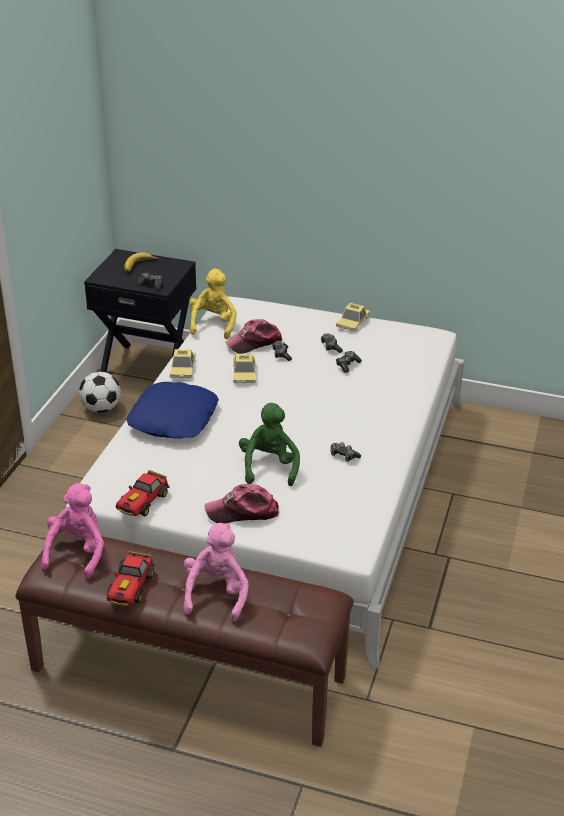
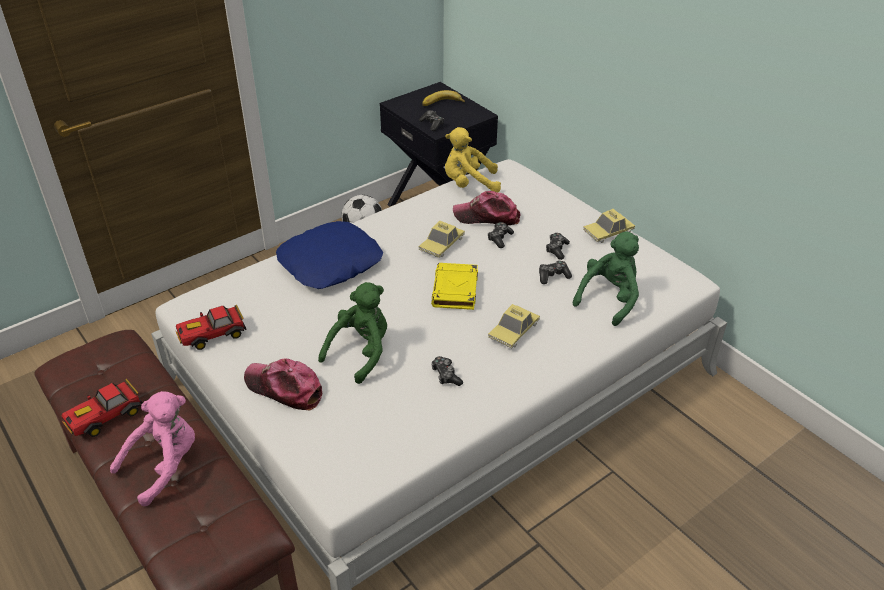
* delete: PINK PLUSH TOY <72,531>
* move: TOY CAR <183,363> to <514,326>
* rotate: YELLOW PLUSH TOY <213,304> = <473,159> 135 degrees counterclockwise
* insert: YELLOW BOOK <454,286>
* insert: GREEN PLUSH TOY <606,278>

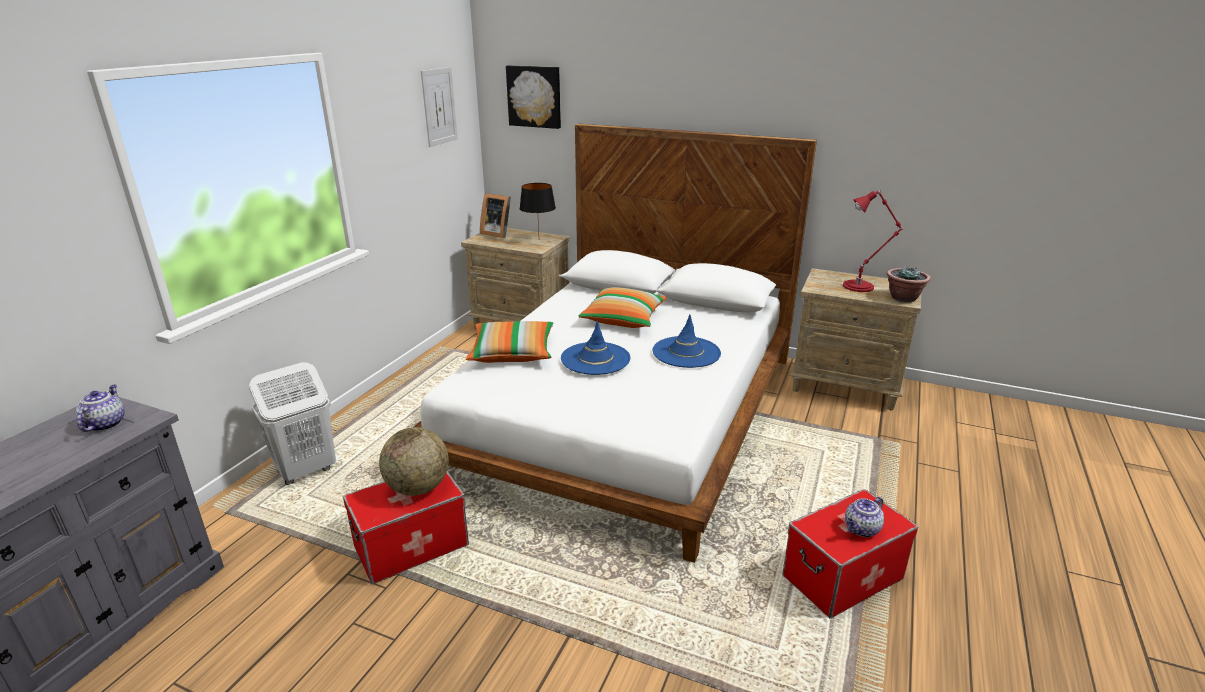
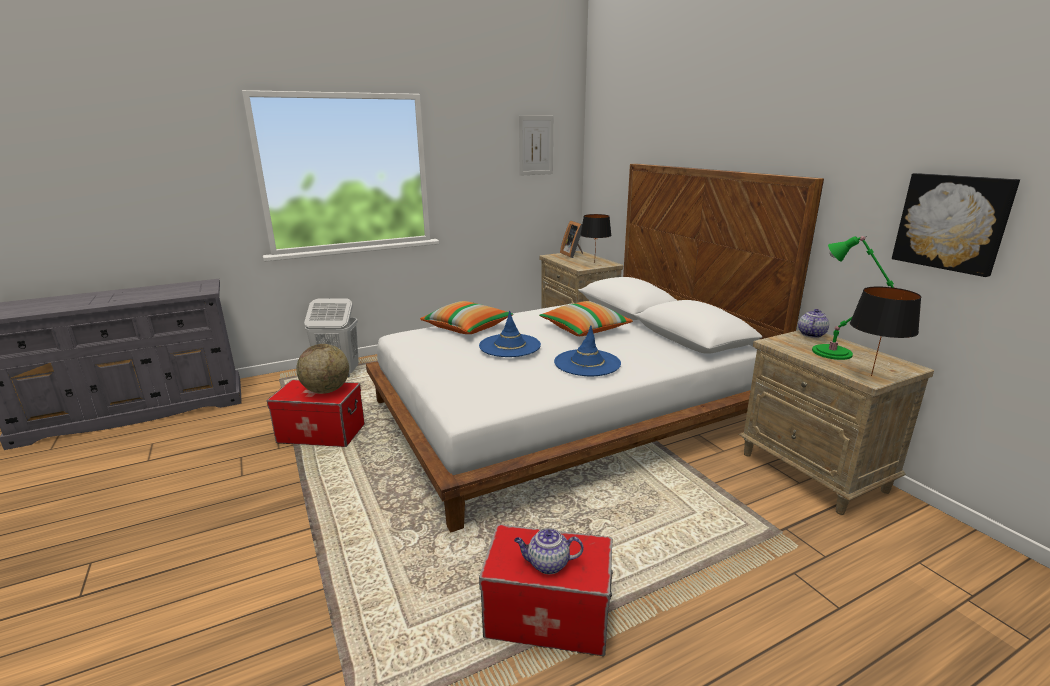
* move: TEAPOT <100,408> to <813,323>
* move: PICTURE <533,97> to <956,225>
* recolor: RED TABLE LAMP <873,241> to GREEN TABLE LAMP <854,298>
* replace: POTTED PLANT <909,284> to BLACK TABLE LAMP <886,331>

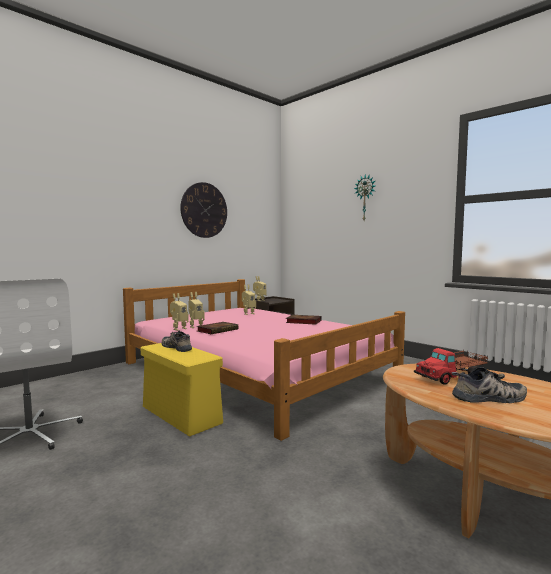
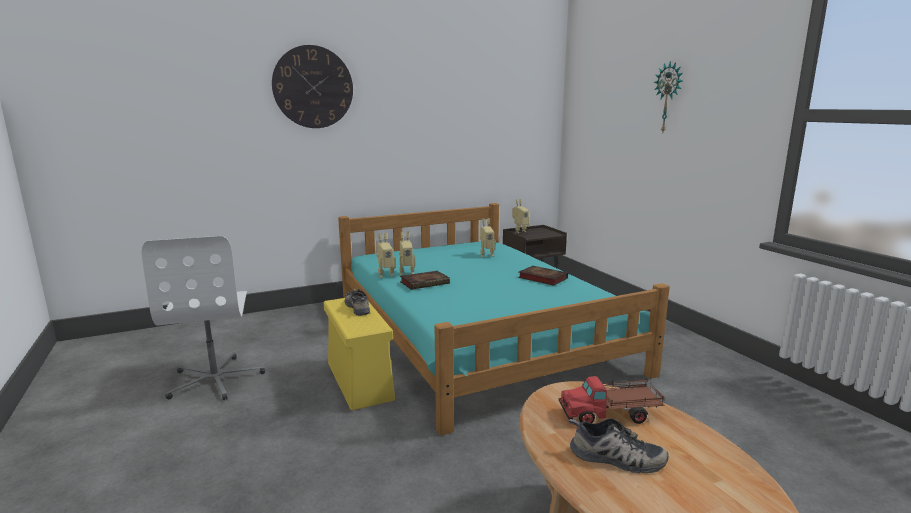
* recolor: PINK BED <264,360> to TURQUOISE BED <504,319>
* move: WALL CLOCK <203,210> to <312,86>

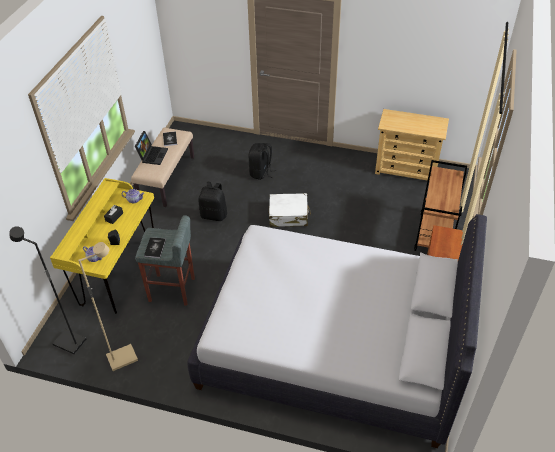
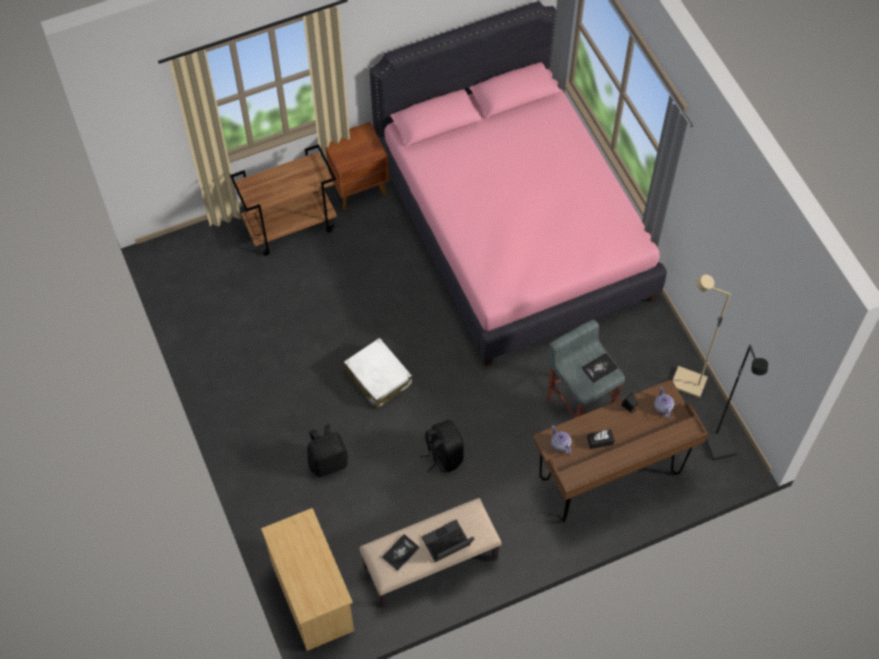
* recolor: YELLOW DESK <102,246> to BROWN DESK <620,451>
* recolor: WHITE BED <337,331> to PINK BED <518,183>
* move: BEIGE DRESSER <412,145> to <307,579>

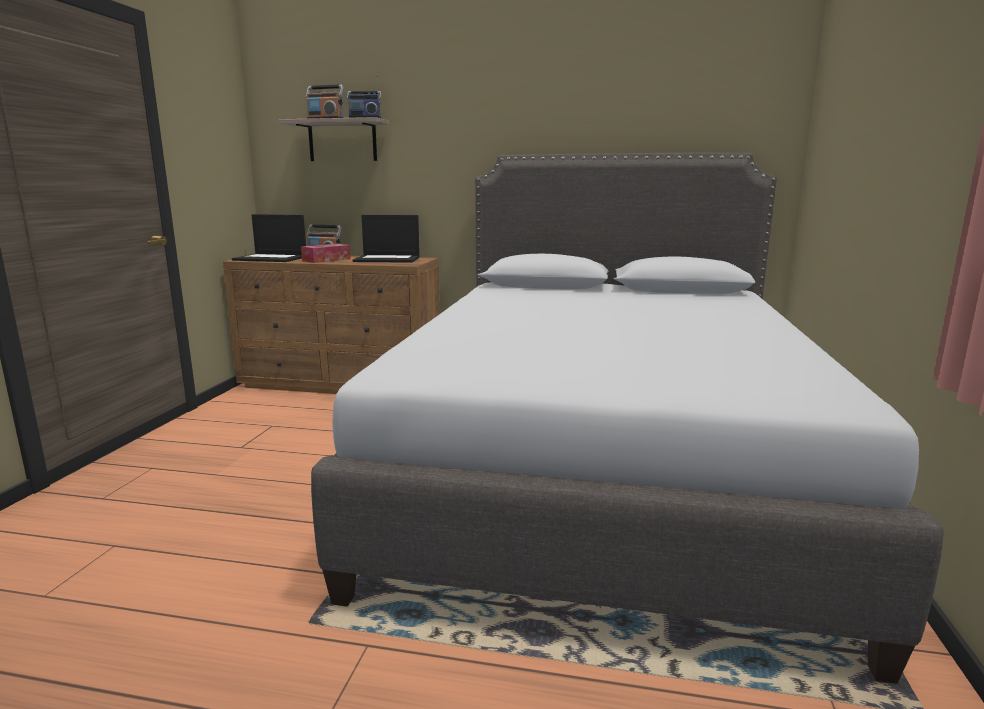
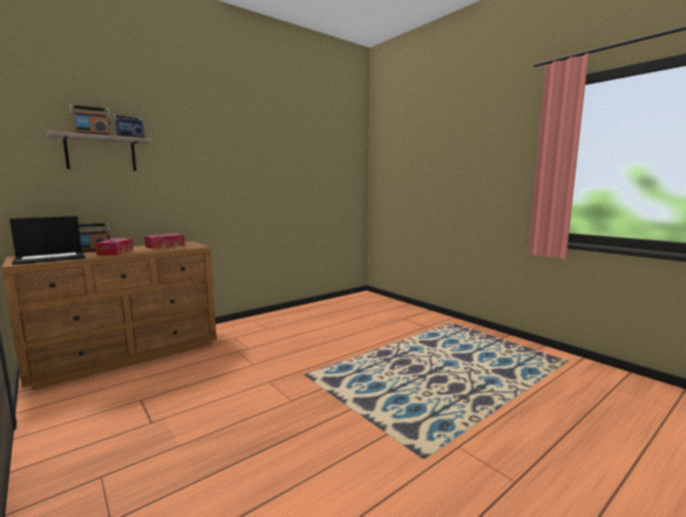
* delete: GREY BED <627,418>
* replace: LAPTOP <386,239> to TISSUE BOX <164,241>

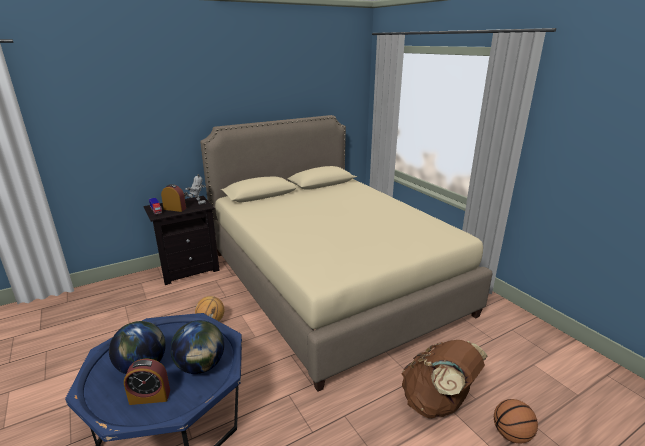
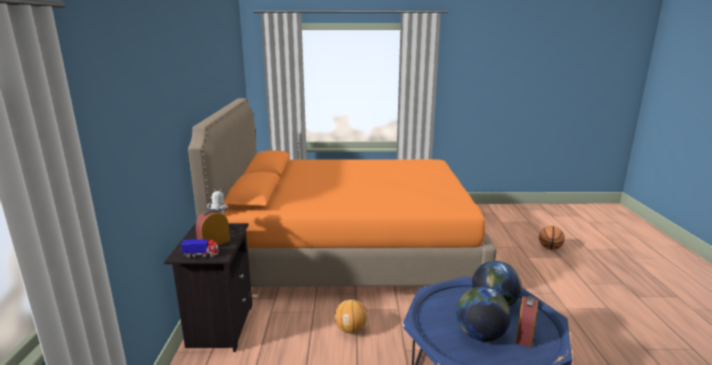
* recolor: BEIGE BED <346,253> to ORANGE BED <342,192>
* delete: BROWN BACKPACK <444,379>

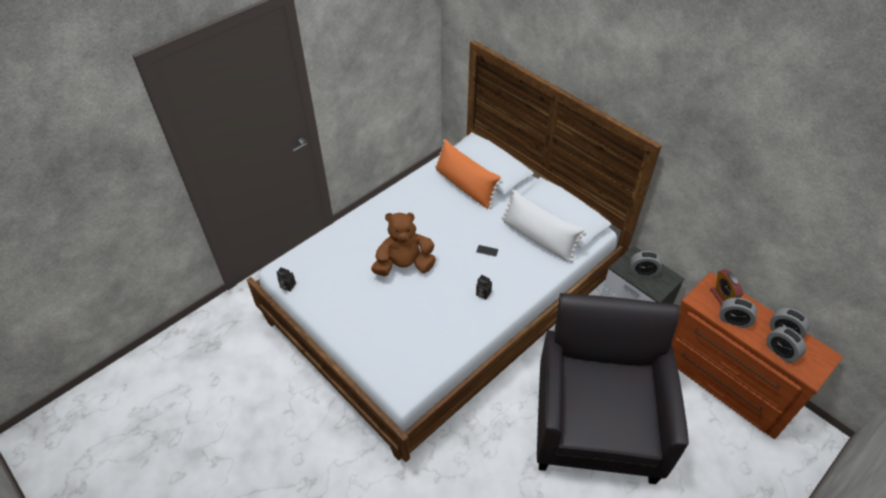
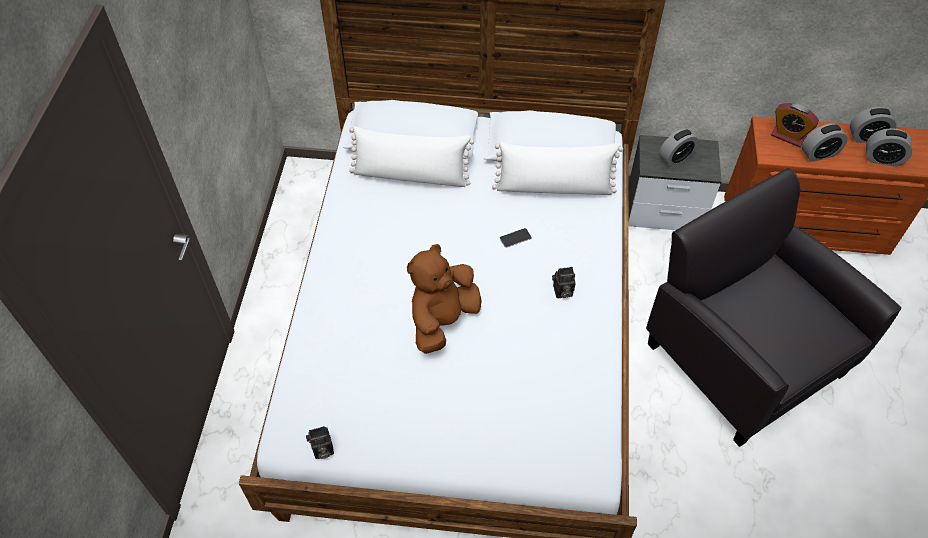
* recolor: ORANGE PILLOW <469,174> to WHITE PILLOW <411,156>

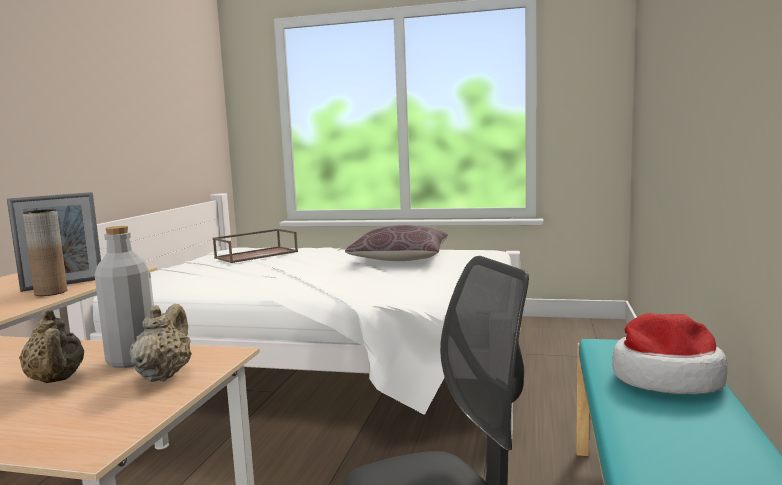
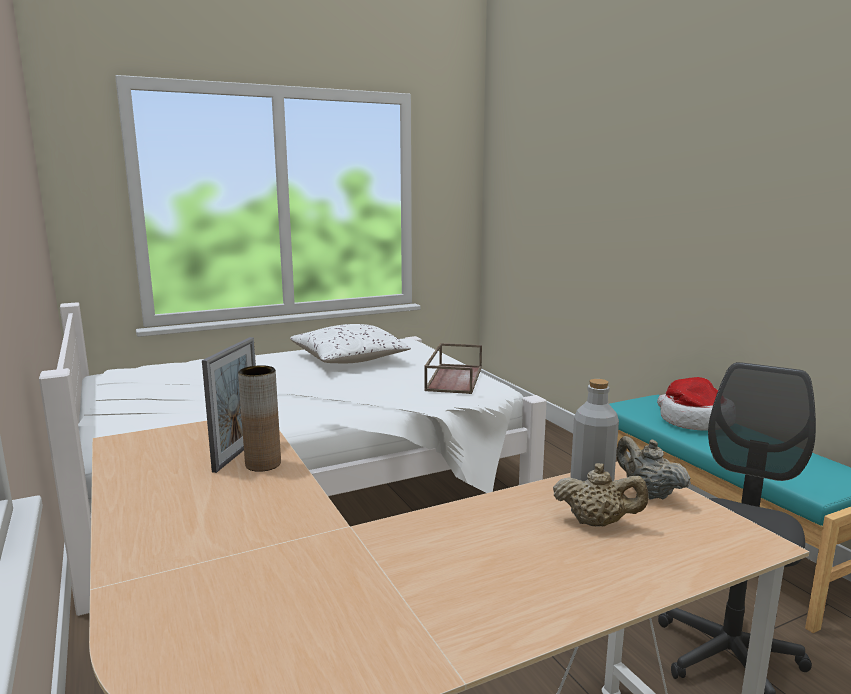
* move: BROWN TRAY <255,246> to <453,368>
* recolor: BROWN PILLOW <396,243> to WHITE PILLOW <350,343>

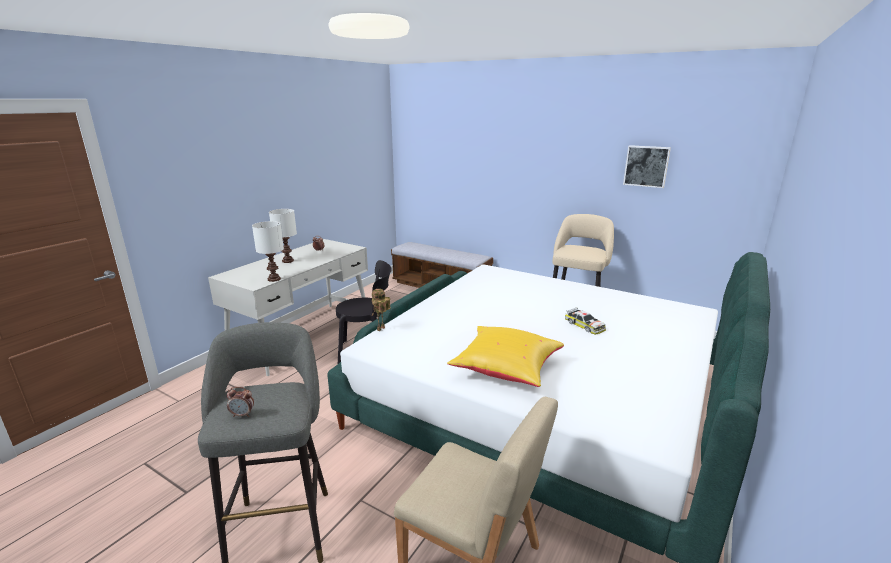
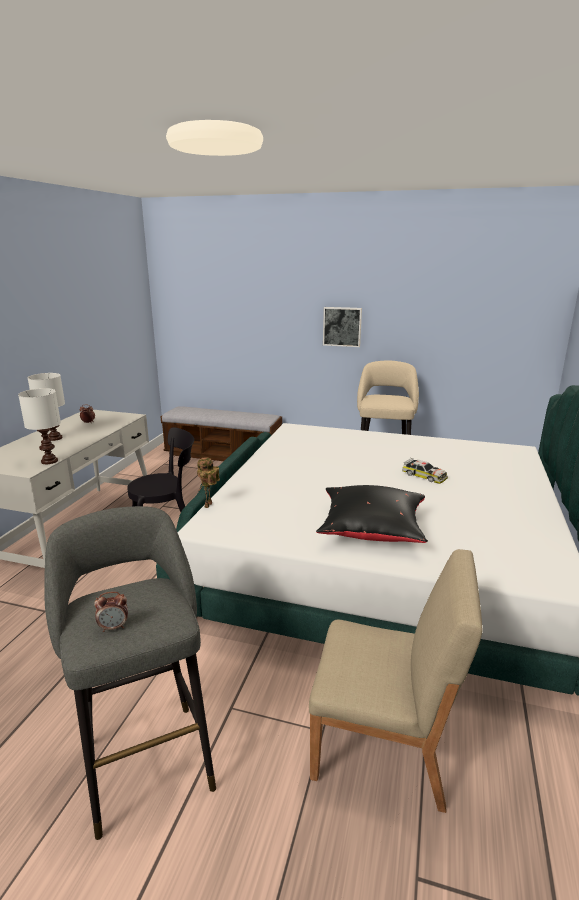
* recolor: YELLOW PILLOW <505,356> to BLACK PILLOW <372,514>
* move: PICTURE <647,166> to <342,327>

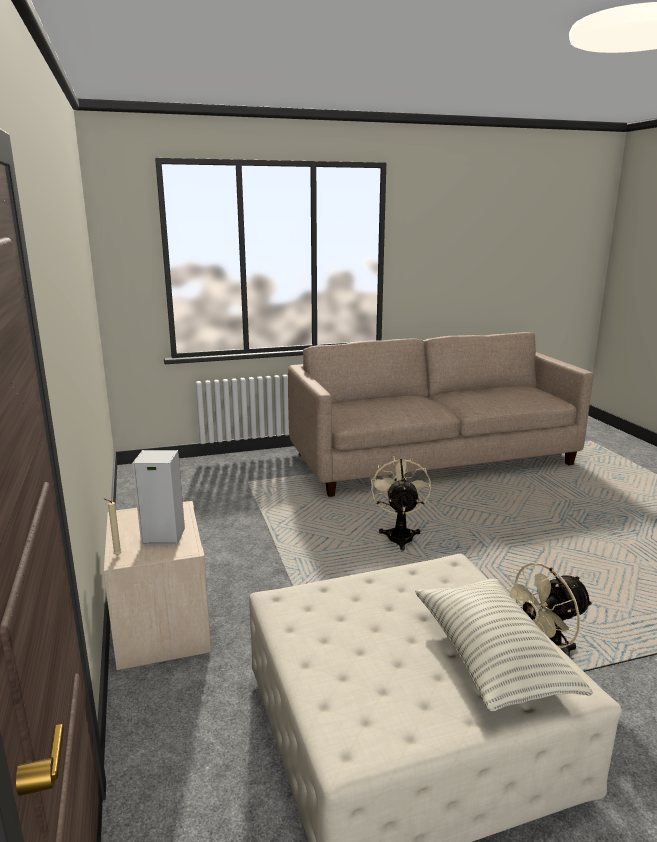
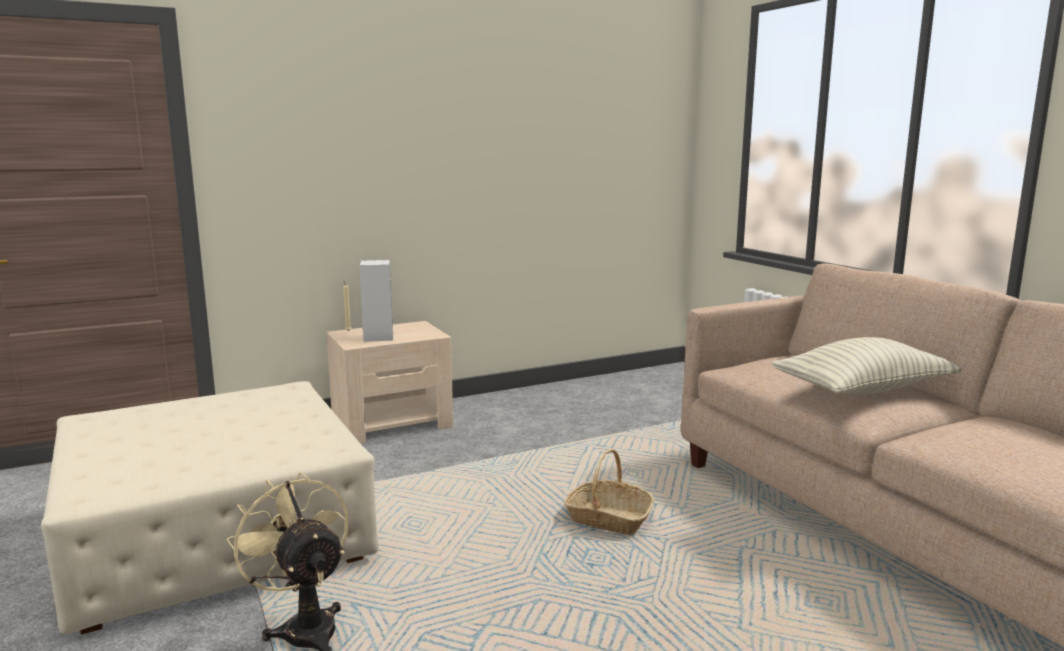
* replace: BEIGE FAN <401,504> to BASKET <609,492>
* move: PILLOW <504,645> to <866,366>

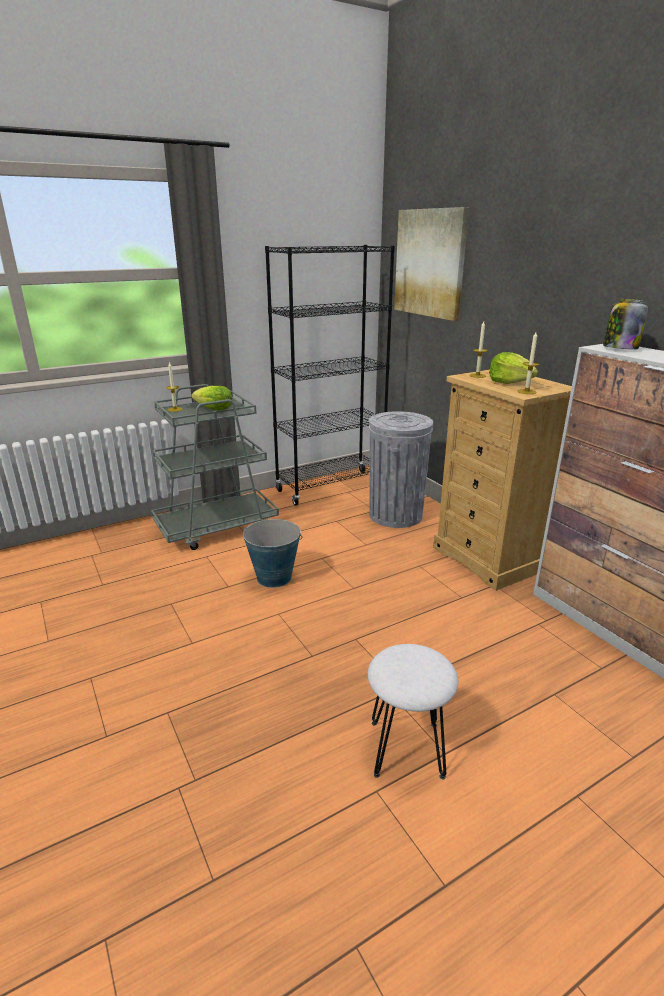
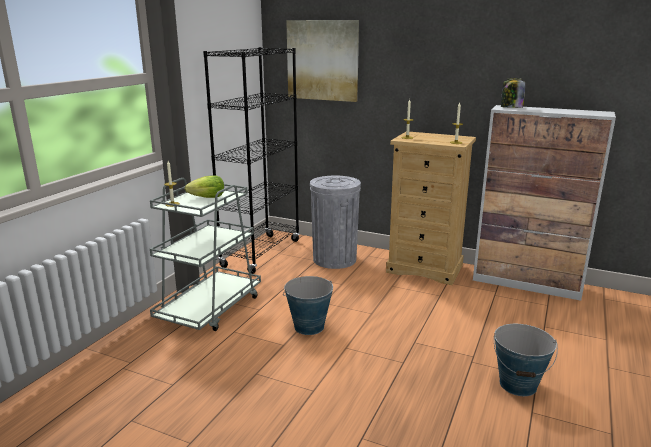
* replace: WHITE STOOL <413,711> to BUCKET <526,360>
* delete: LETTUCE <513,368>

